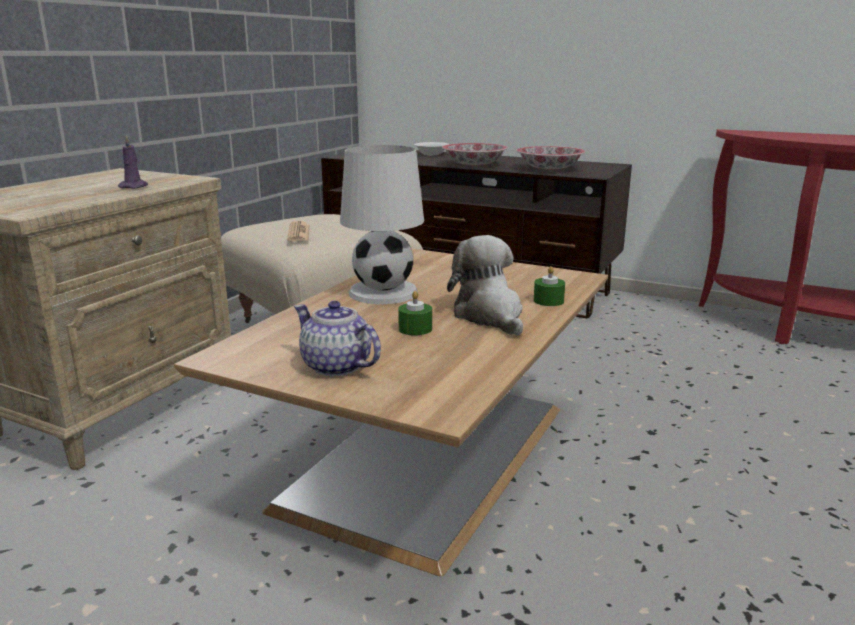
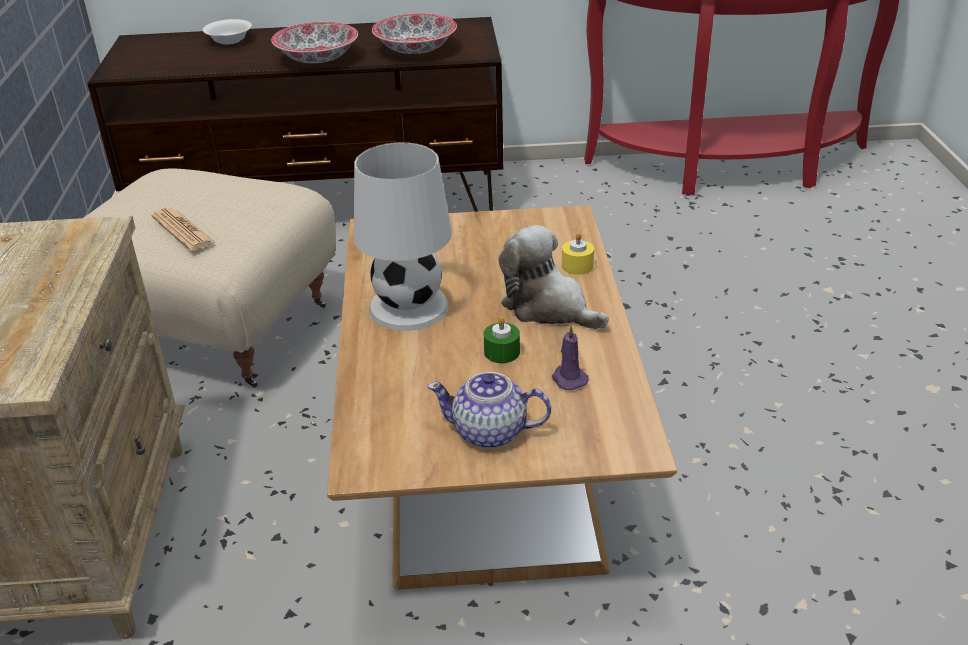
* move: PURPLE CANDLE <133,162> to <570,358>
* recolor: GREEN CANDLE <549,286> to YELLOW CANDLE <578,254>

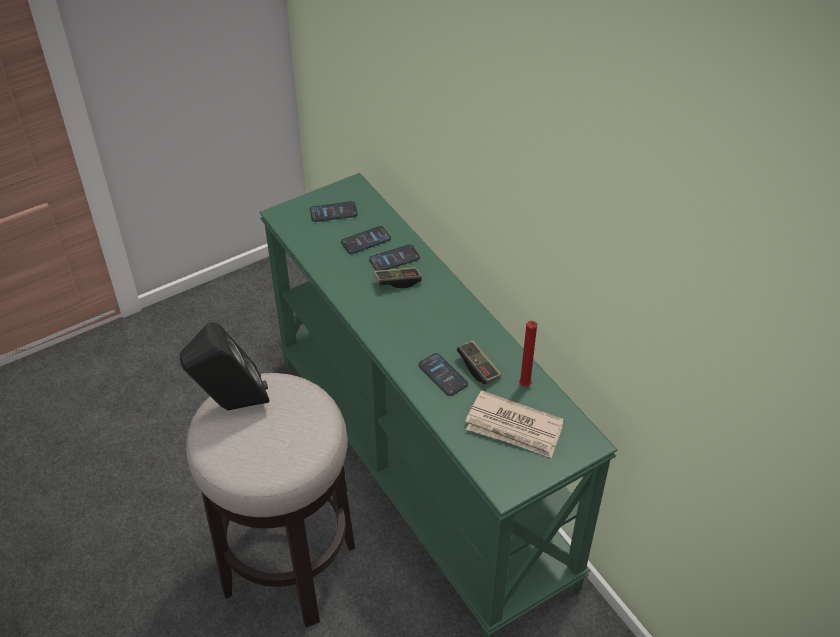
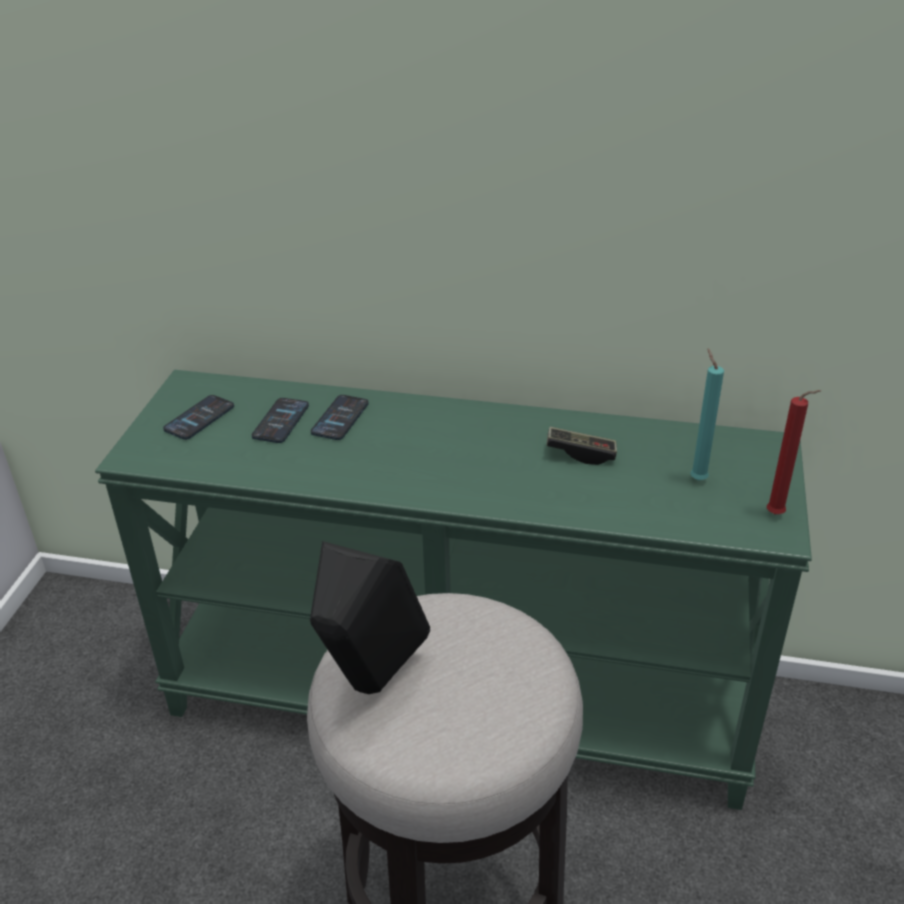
* delete: GAME CONTROLLER <397,277>
* delete: PHONE <443,374>
* replace: NEWSPAPER <514,424> to TURQUOISE CANDLE <707,415>
* move: RED CANDLE <528,354> to <794,452>

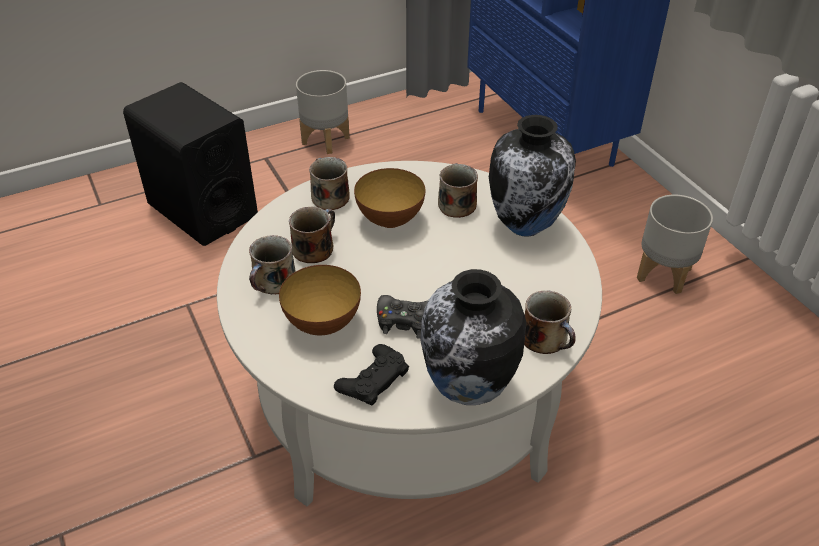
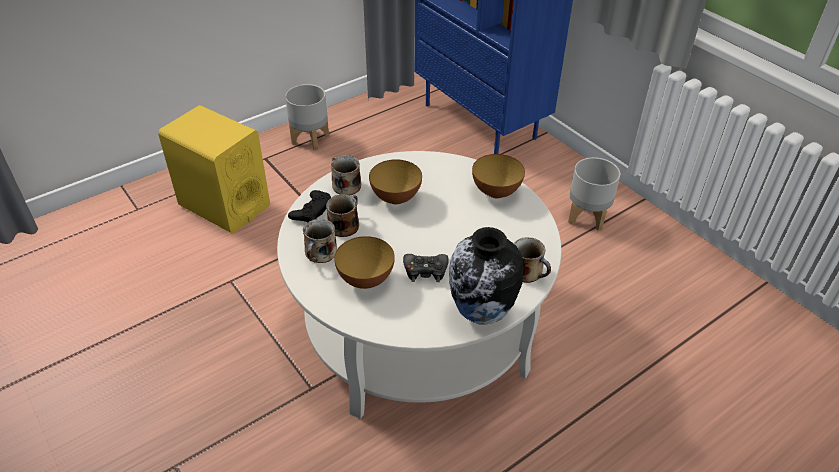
* recolor: BLACK SPEAKER <190,164> to YELLOW SPEAKER <214,169>
* move: BLACK GAME CONTROLLER <371,375> to <309,206>
* delete: MUG <458,190>
* replace: VASE <532,176> to BOWL <498,176>

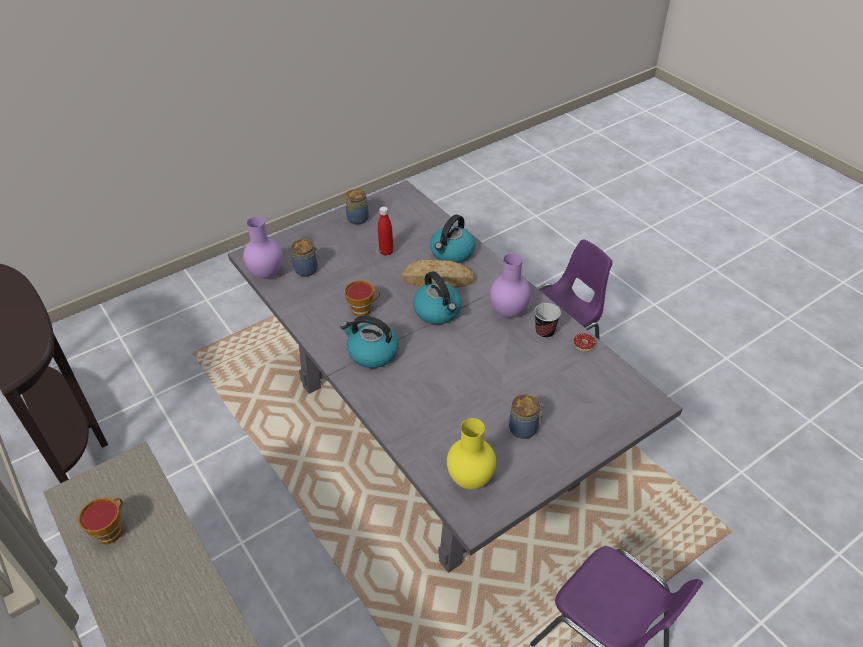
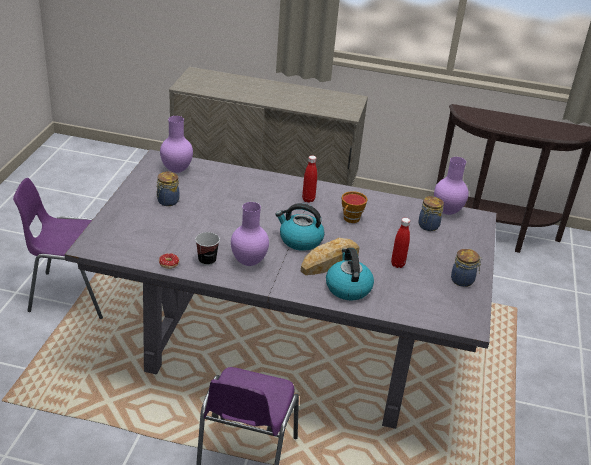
* delete: CUP <100,521>
* replace: KETTLE <369,342> to RED BOTTLE <309,179>
* recolor: YELLOW VASE <471,453> to PURPLE VASE <176,144>

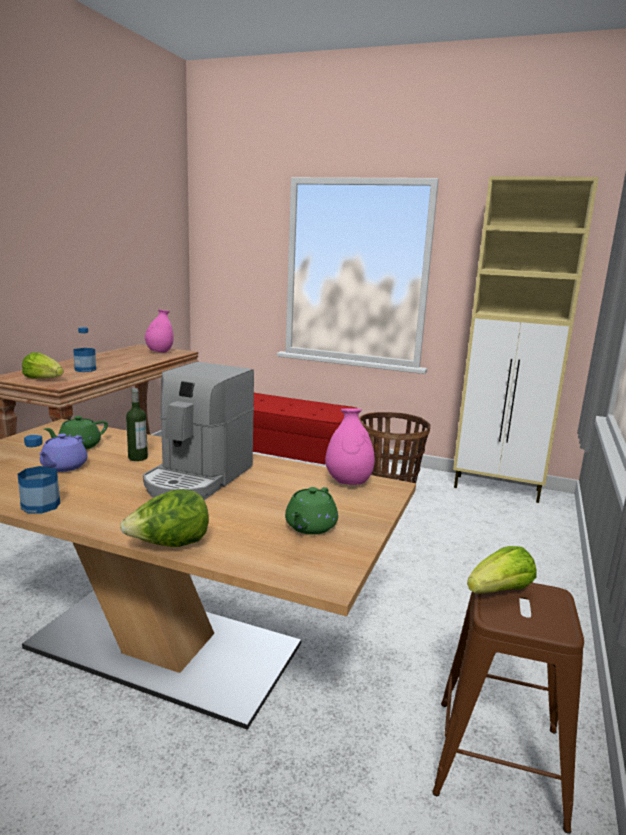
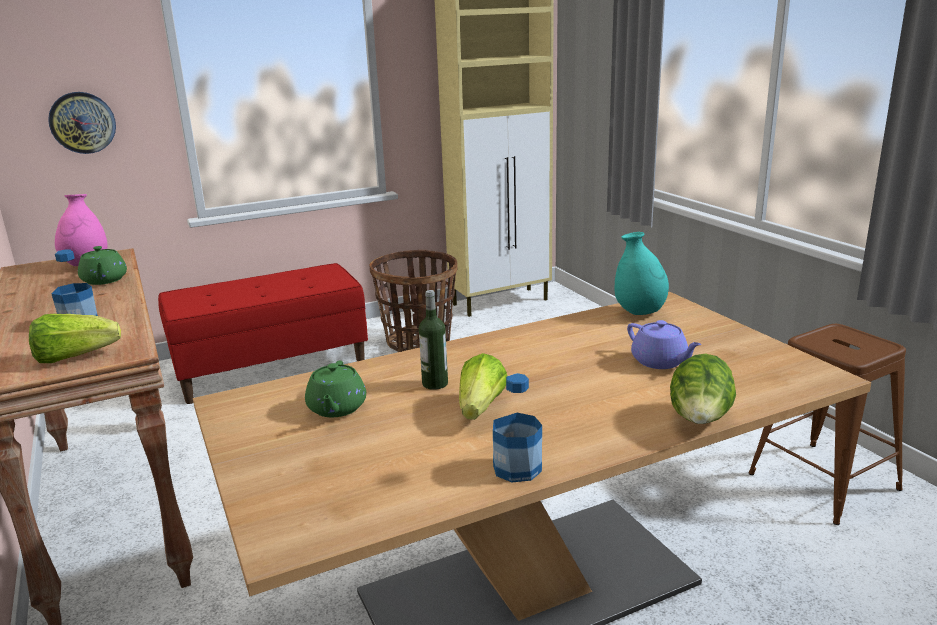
* move: PURPLE TEAPOT <63,453> to <664,344>
* delete: COFFEE MACHINE <198,431>
* move: GREEN TEAPOT <311,511> to <102,265>
* recolor: PINK VASE <350,446> to TURQUOISE VASE <642,273>
* move: LETTUCE <501,569> to <483,386>
* insert: WALL CLOCK <82,123>

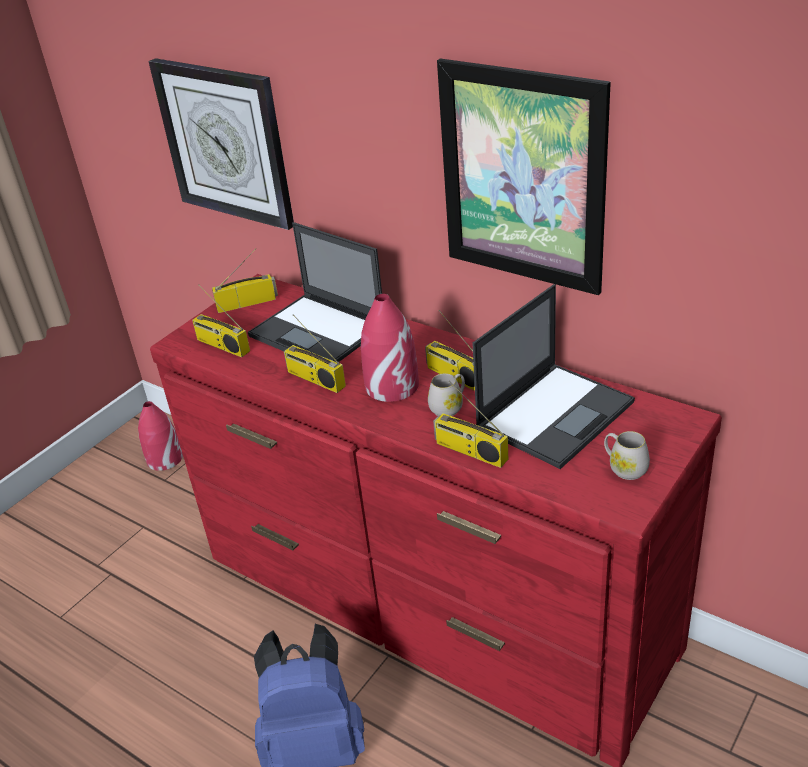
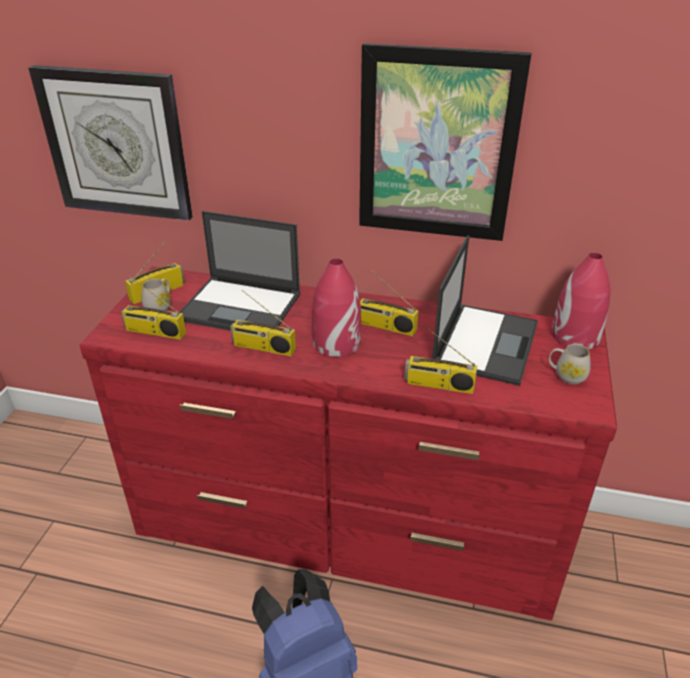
* move: RED VASE <160,436> to <581,301>
* move: WHITE MUG <446,394> to <156,295>

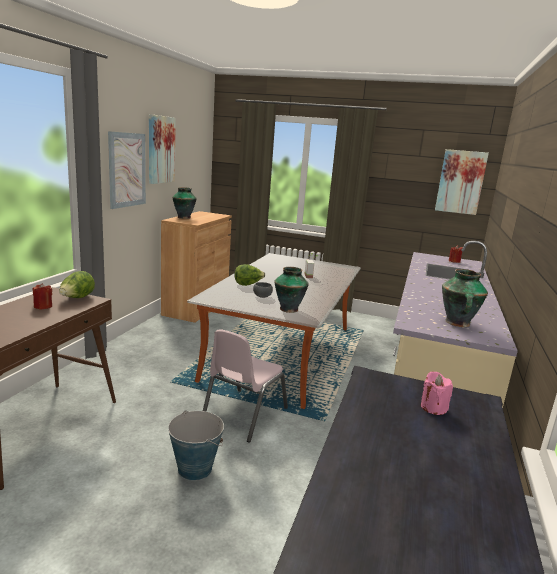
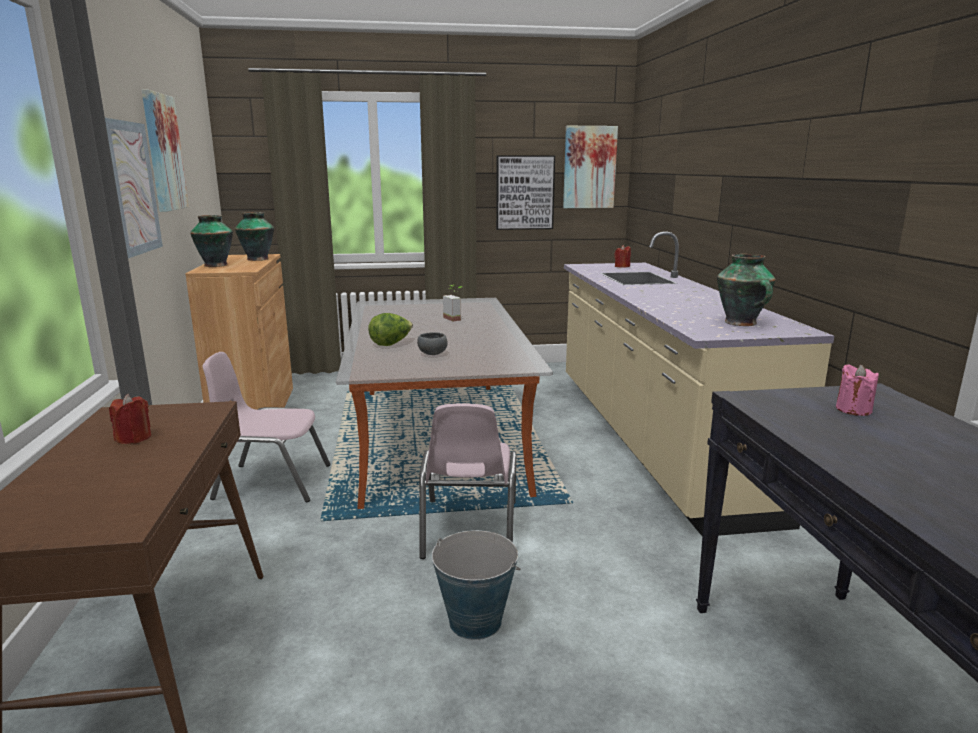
* delete: LETTUCE <77,284>
* move: VASE <292,290> to <254,236>
* insert: PINK CHAIR <266,427>
* insert: PICTURE <525,192>

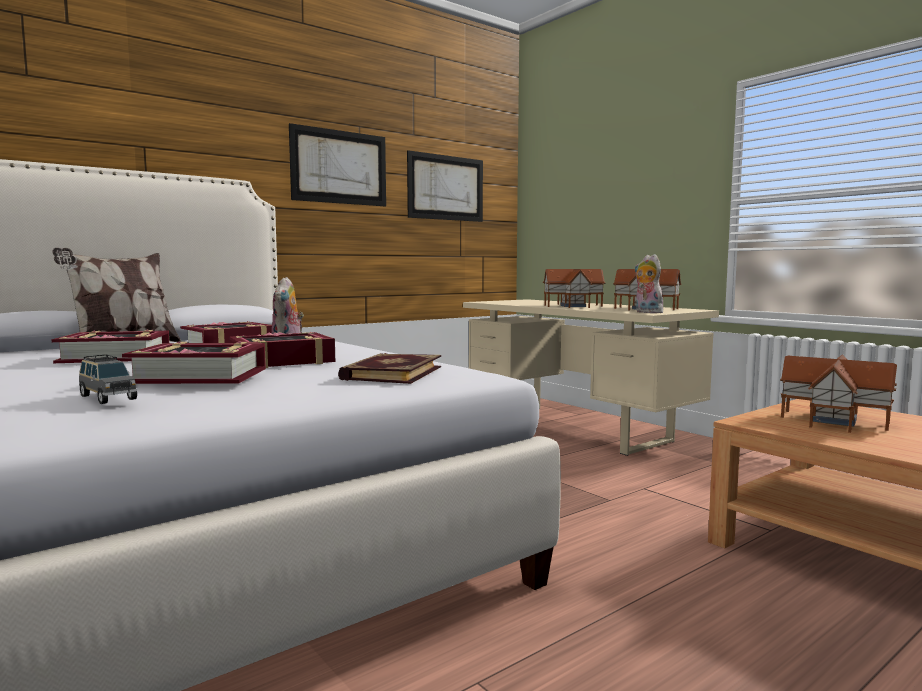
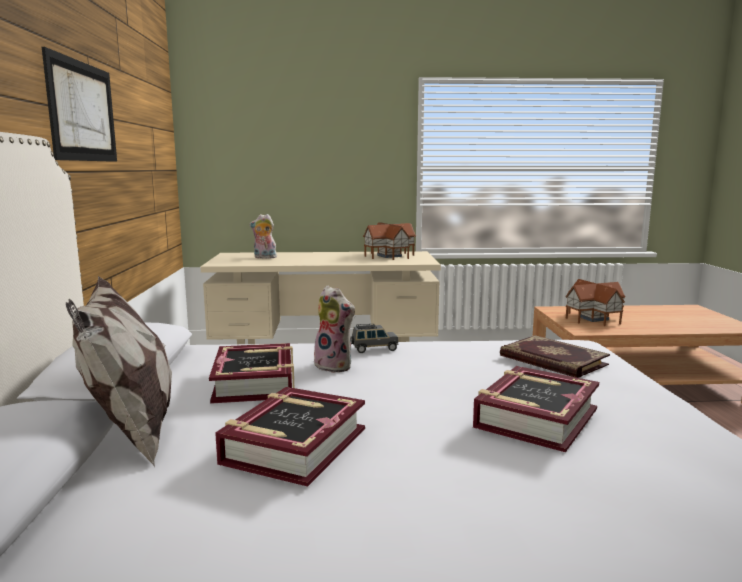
* move: GREY TOY CAR <108,379> to <374,338>
* delete: BOOK <282,350>
* delete: PICTURE <445,186>
* delete: TOY HOUSE <574,288>
* move: PLUSH TOY <648,283> to <263,236>

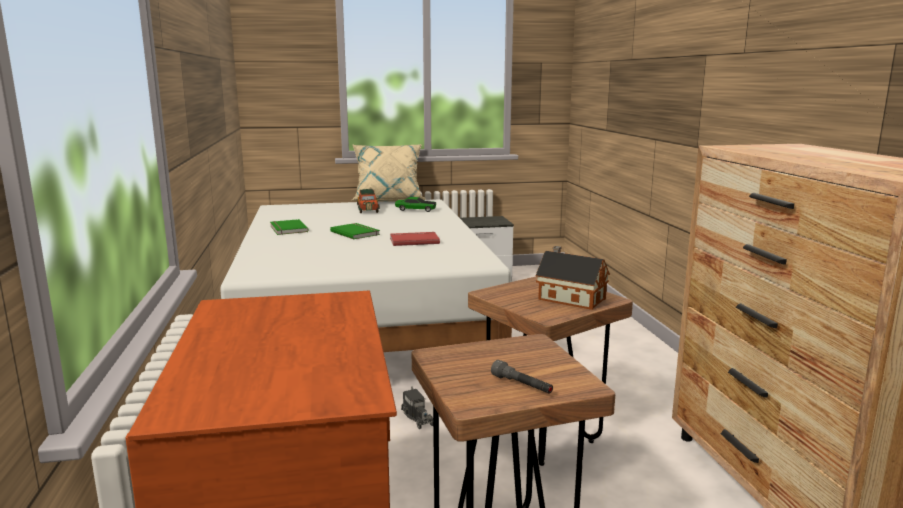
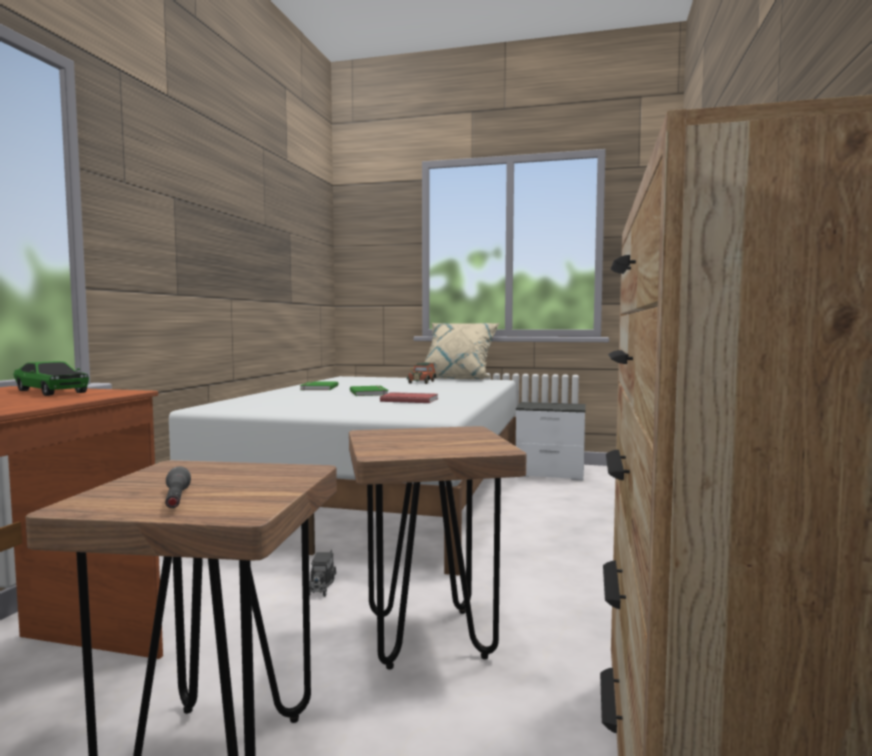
* move: TOY CAR <415,204> to <51,378>
* delete: TOY HOUSE <572,278>

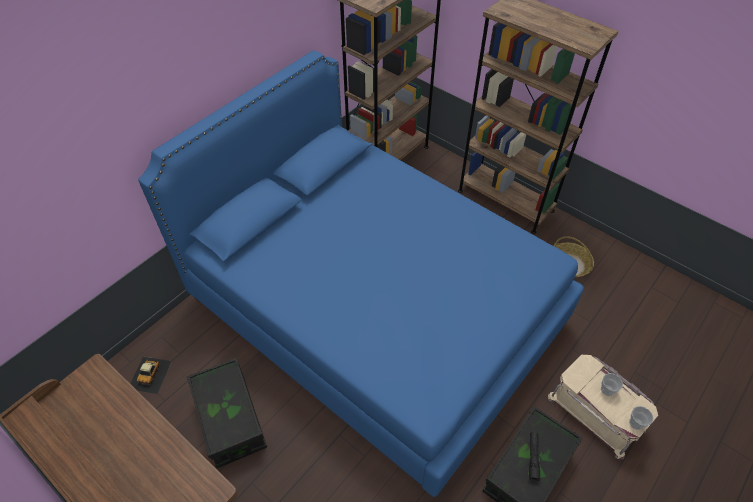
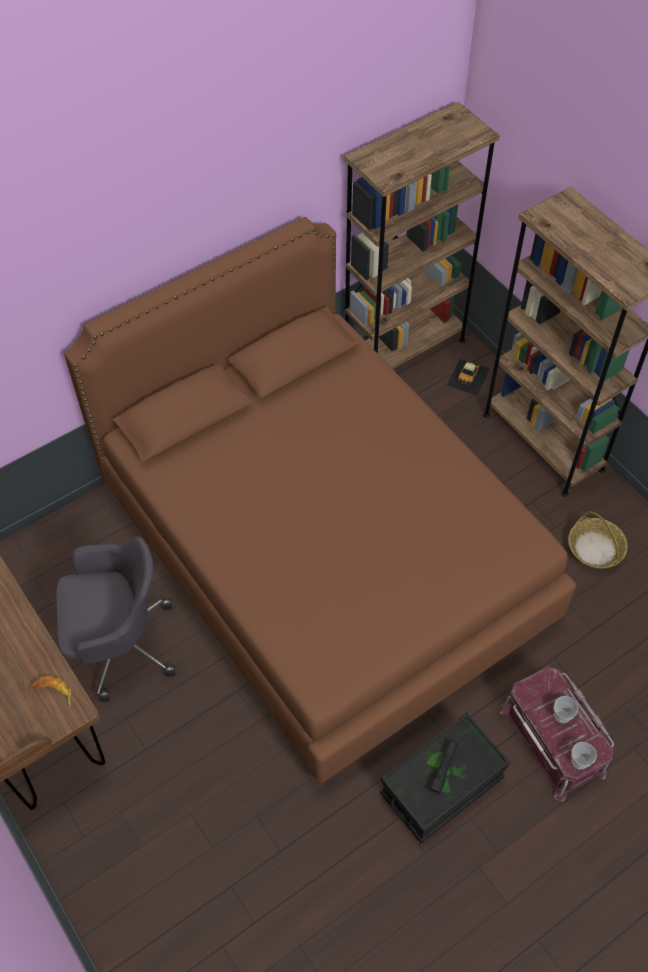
* move: TOY CAR <151,375> to <468,377>
* recolor: BLUE BED <361,273> to BROWN BED <320,500>
* replace: BLACK STORAGE BOX <227,413> to GREY OFFICE CHAIR <116,619>
* recolor: BEIGE STORAGE BOX <603,407> to RED STORAGE BOX <556,734>
* insert: BANANA <50,691>

